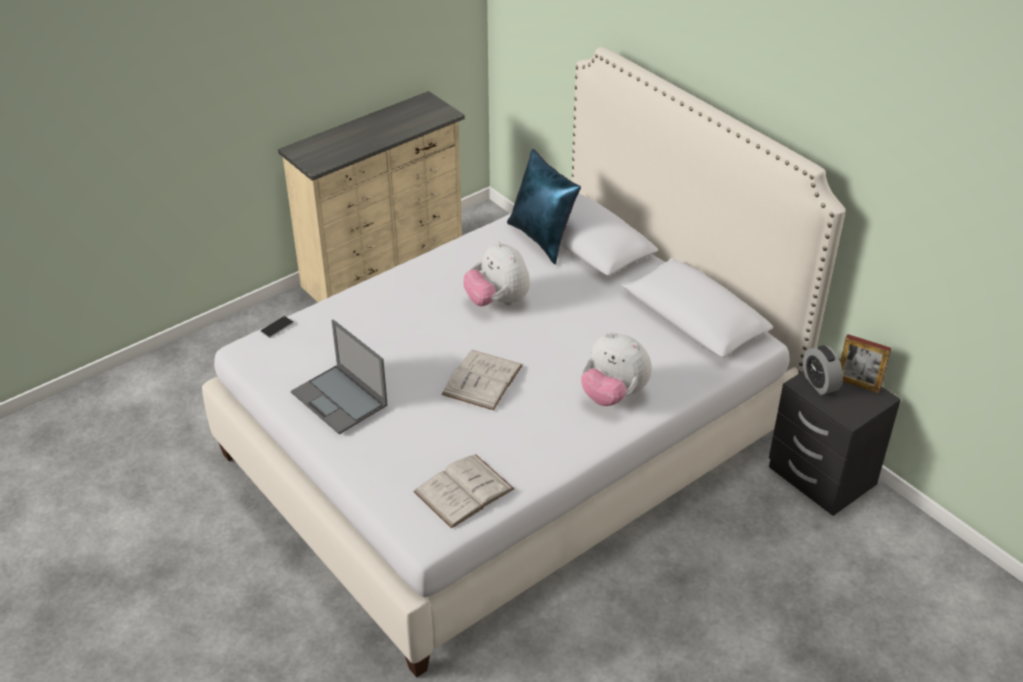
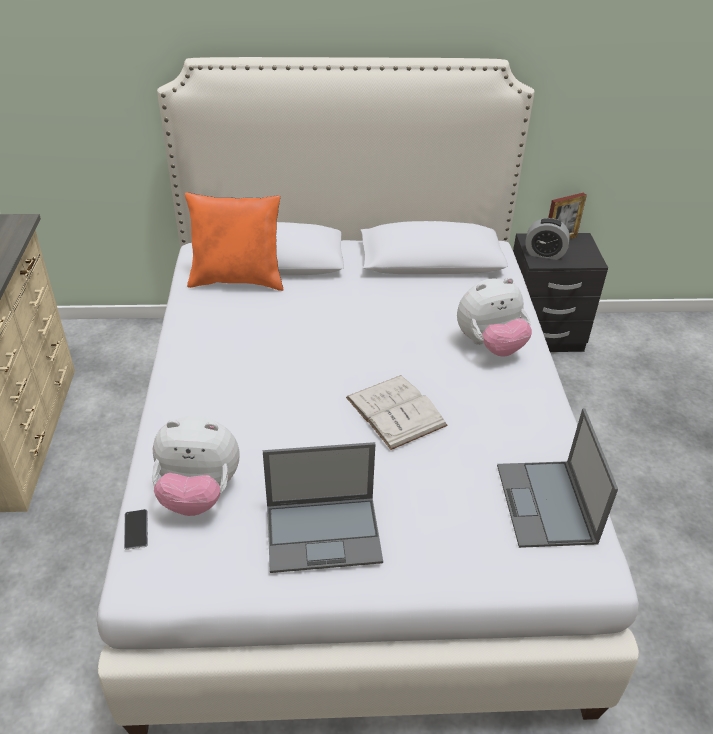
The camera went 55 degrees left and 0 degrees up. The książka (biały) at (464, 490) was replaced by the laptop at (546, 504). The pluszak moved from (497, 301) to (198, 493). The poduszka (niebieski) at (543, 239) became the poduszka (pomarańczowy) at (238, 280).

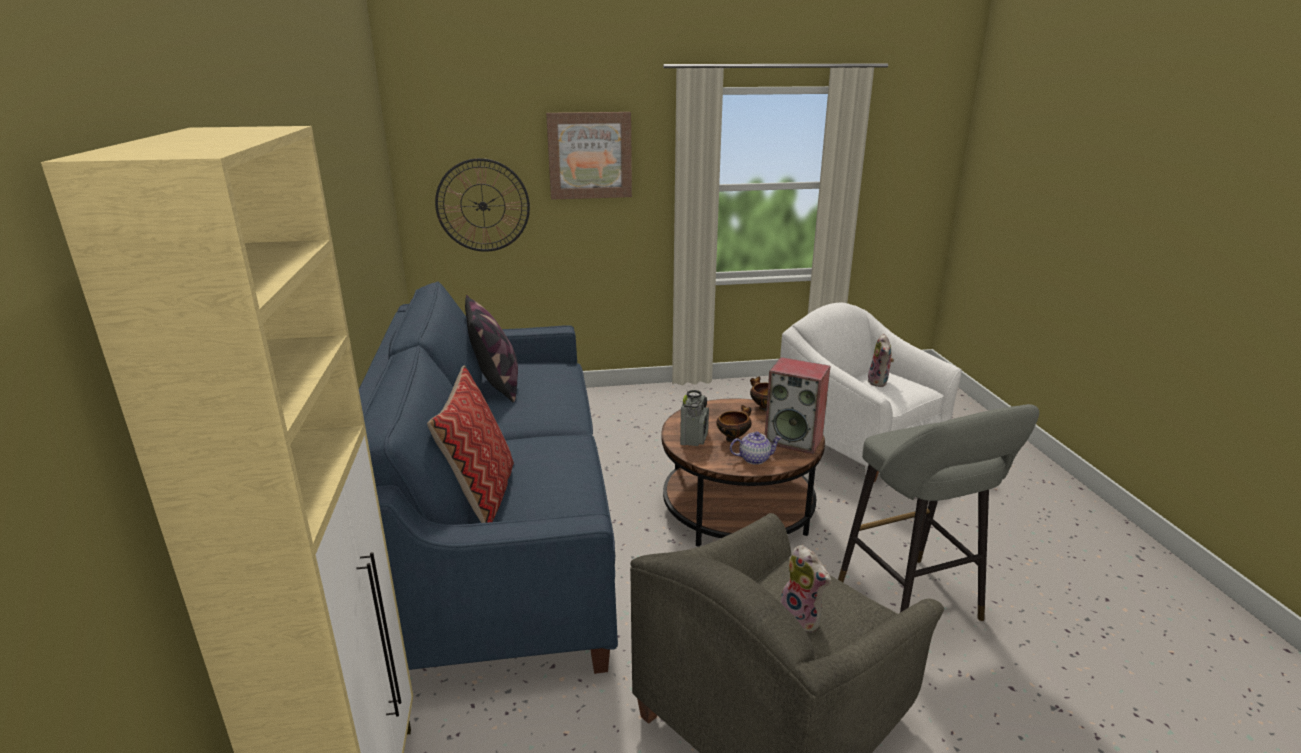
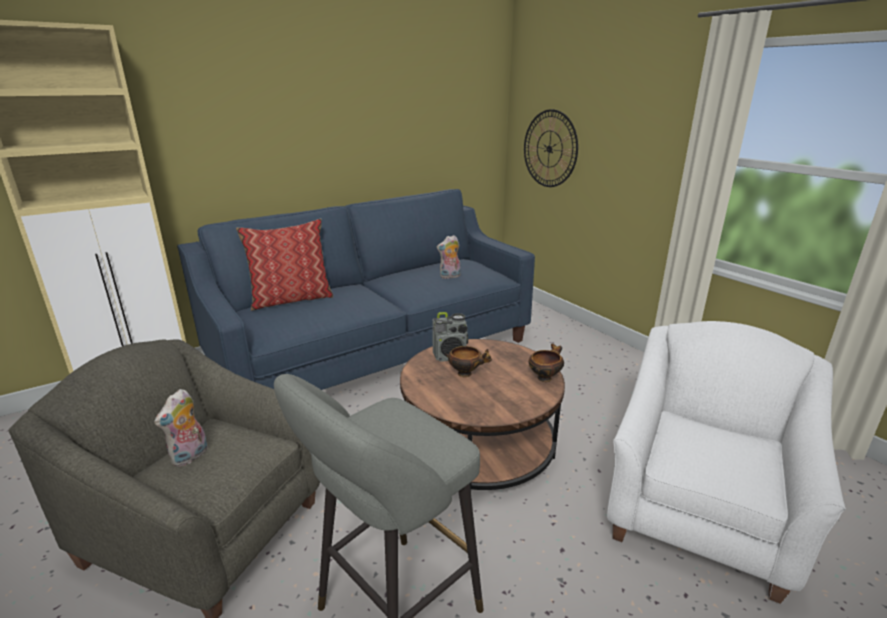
The camera went 65 degrees right and 0 degrees up. The poduszka at (496, 385) disappeared. The obraz at (589, 155) disappeared. The imbryk at (754, 458) disappeared. The głośnik at (794, 440) disappeared. The pluszak moved from (879, 382) to (450, 276).

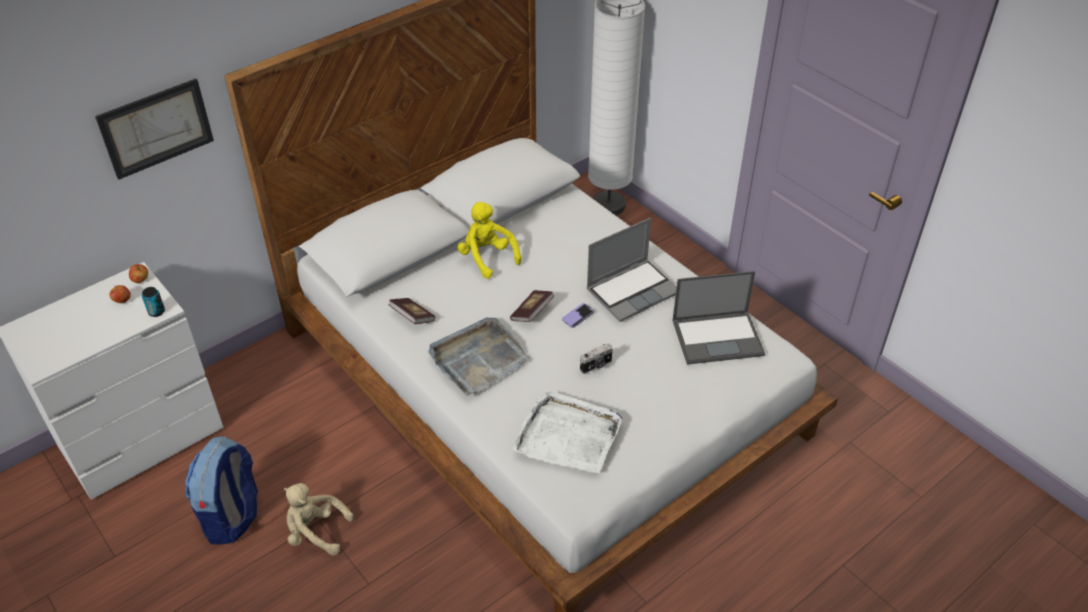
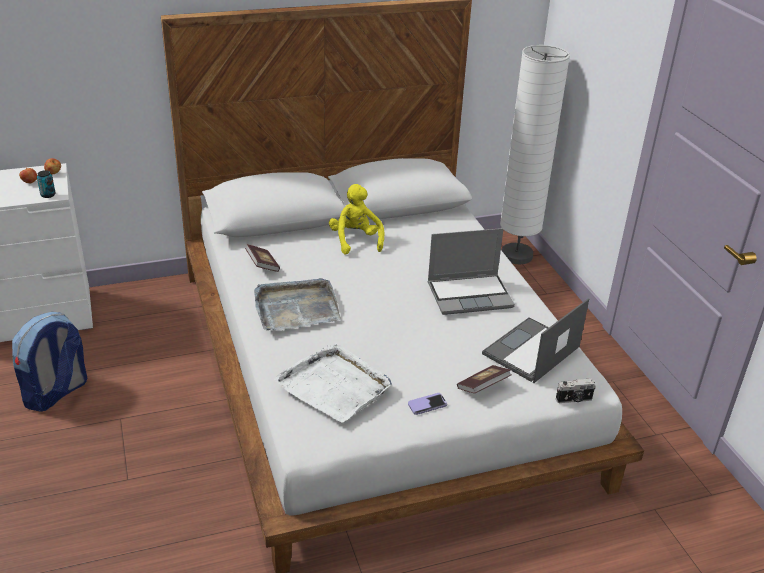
The camera went 20 degrees right and 10 degrees down. The obraz at (156, 128) disappeared. The pluszak (beżowy) at (316, 532) disappeared. The książka moved from (532, 313) to (482, 387). The telefon moved from (578, 316) to (427, 404). The aparat fotograficzny moved from (596, 366) to (574, 400). The laptop at (718, 337) turned 120 degrees clockwise.

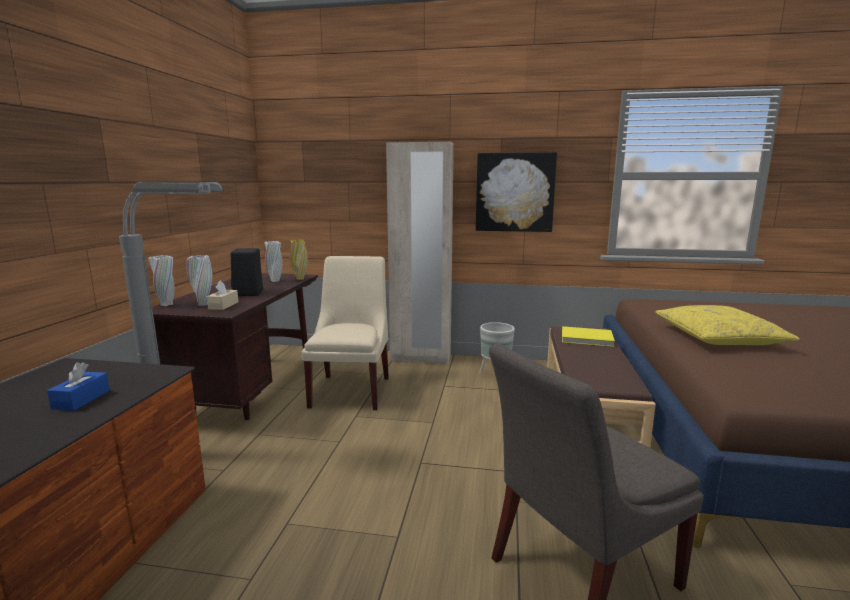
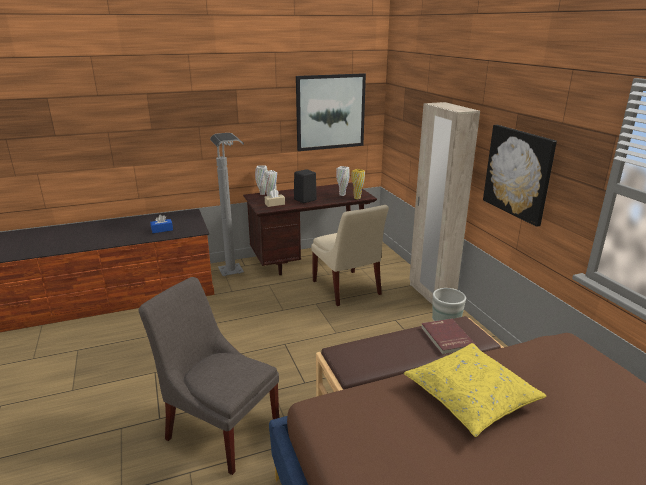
The camera went 60 degrees right and 10 degrees up. The krzesło (beżowy) at (352, 390) turned 90 degrees clockwise. The książka (żółty) at (586, 339) became the książka (czerwony) at (446, 338). The obraz at (330, 112) appeared.

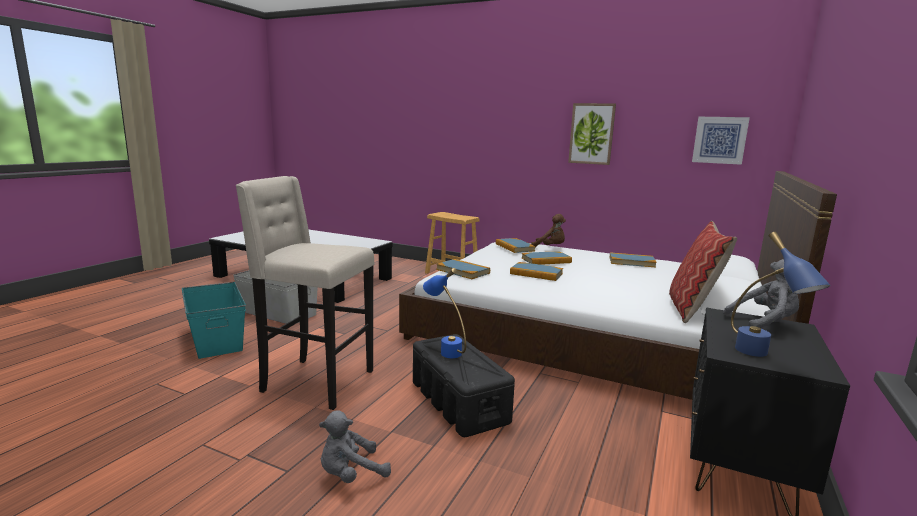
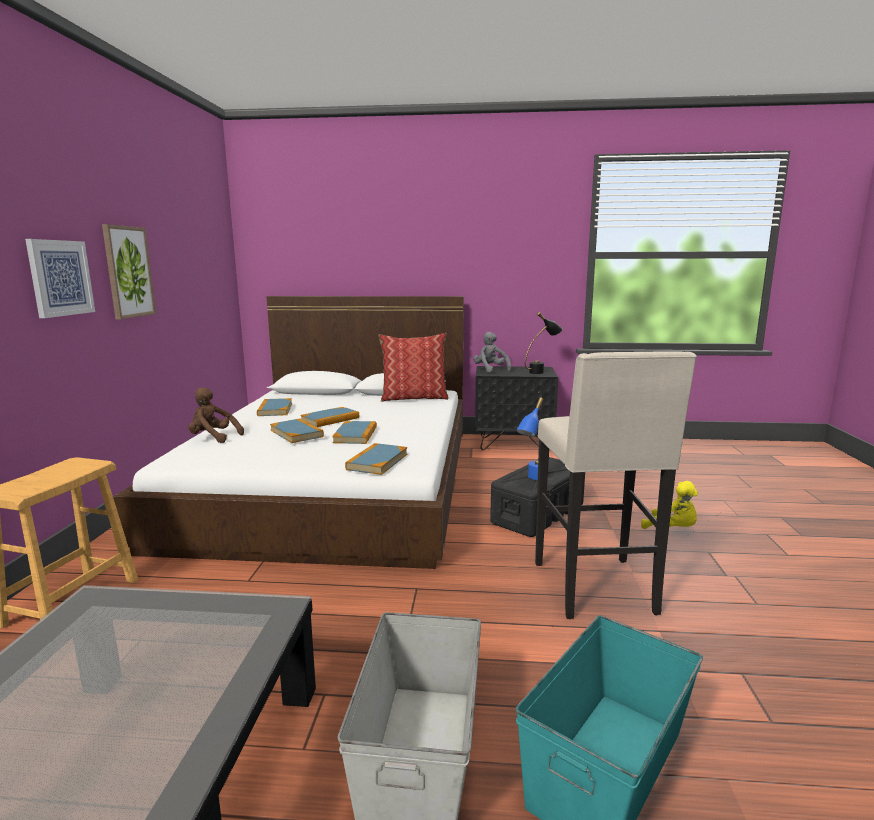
The camera went 110 degrees left and 0 degrees up. The pluszak (szary) at (351, 474) became the pluszak (żółty) at (672, 529). The książka moved from (514, 247) to (330, 419). The pluszak (brązowy) at (550, 248) turned 75 degrees counterclockwise. The obraz moved from (719, 140) to (60, 278). The lampa stołowa (niebieski) at (762, 356) became the lampa stołowa (czarny) at (541, 372).

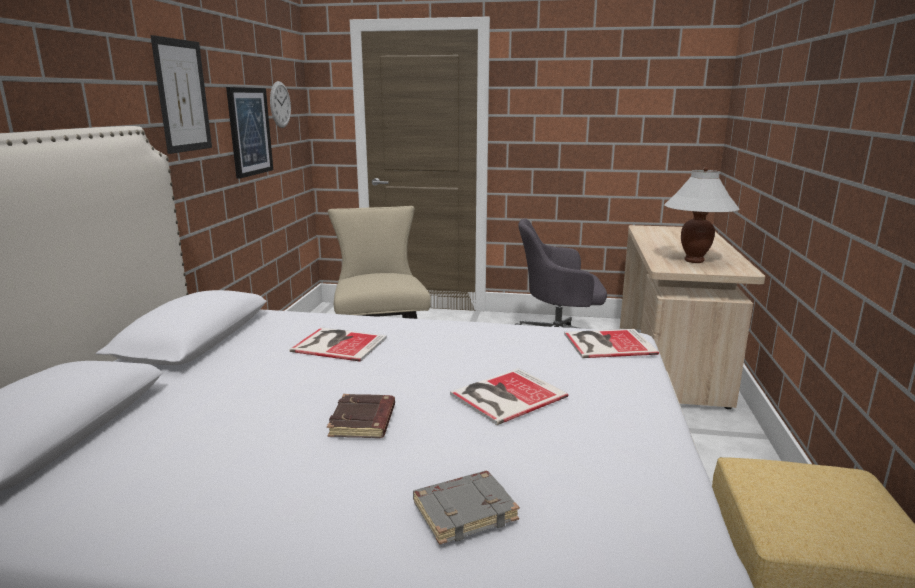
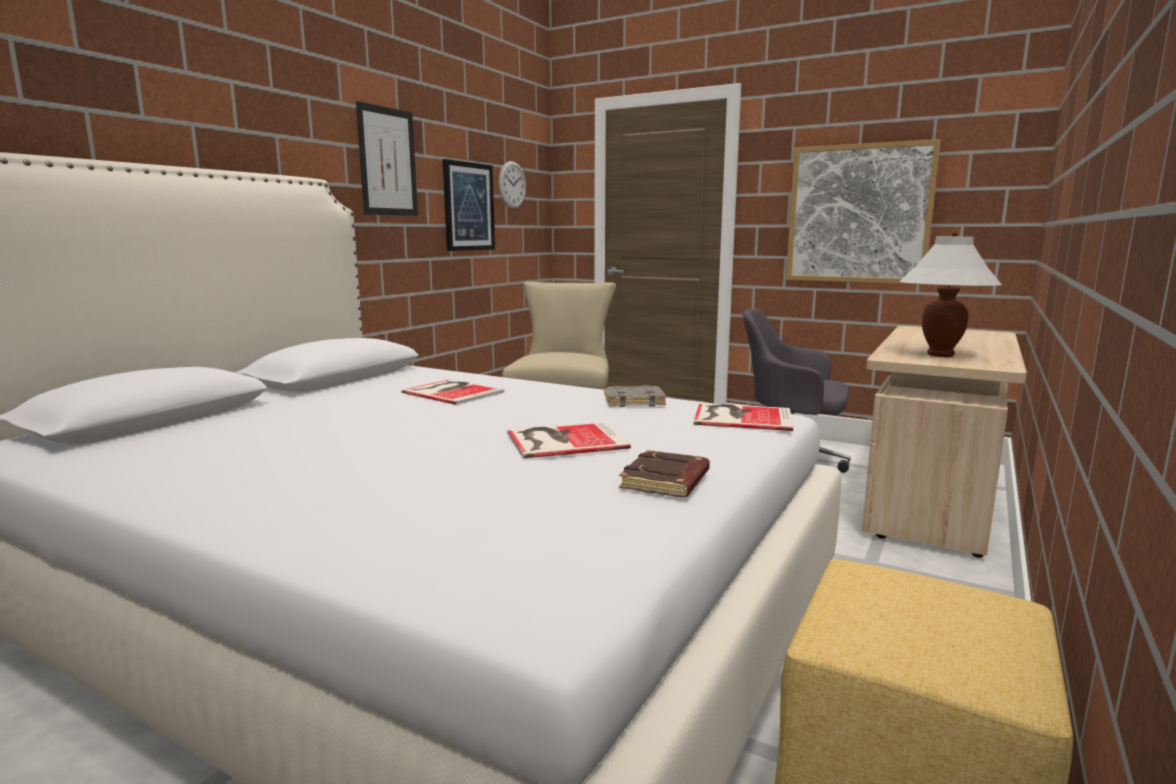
The camera went 20 degrees right and 5 degrees down. The książka (brązowy) moved from (364, 422) to (666, 481). The książka (szary) moved from (465, 511) to (634, 401). The obraz at (858, 214) appeared.

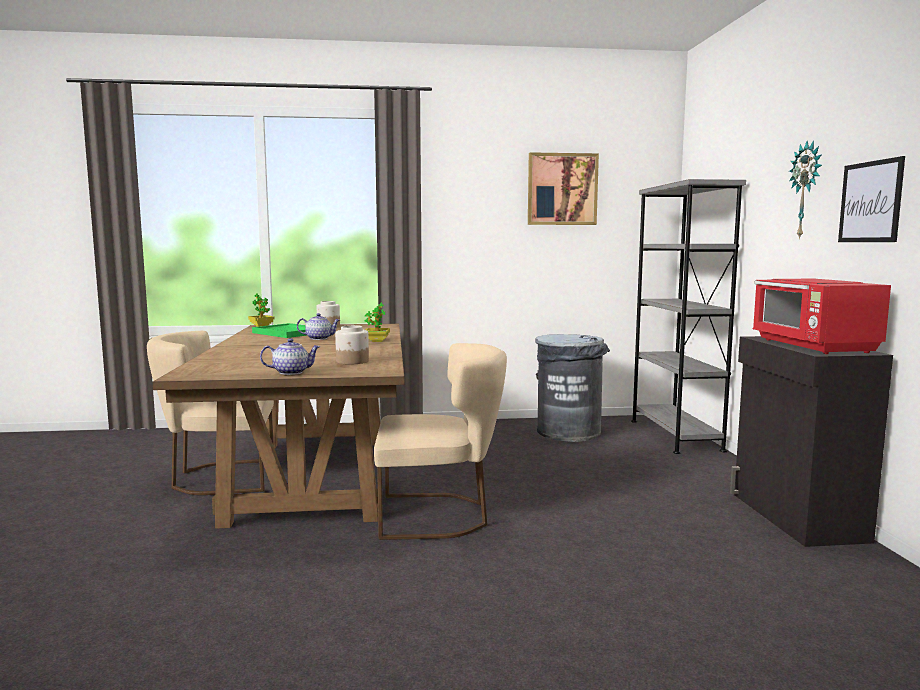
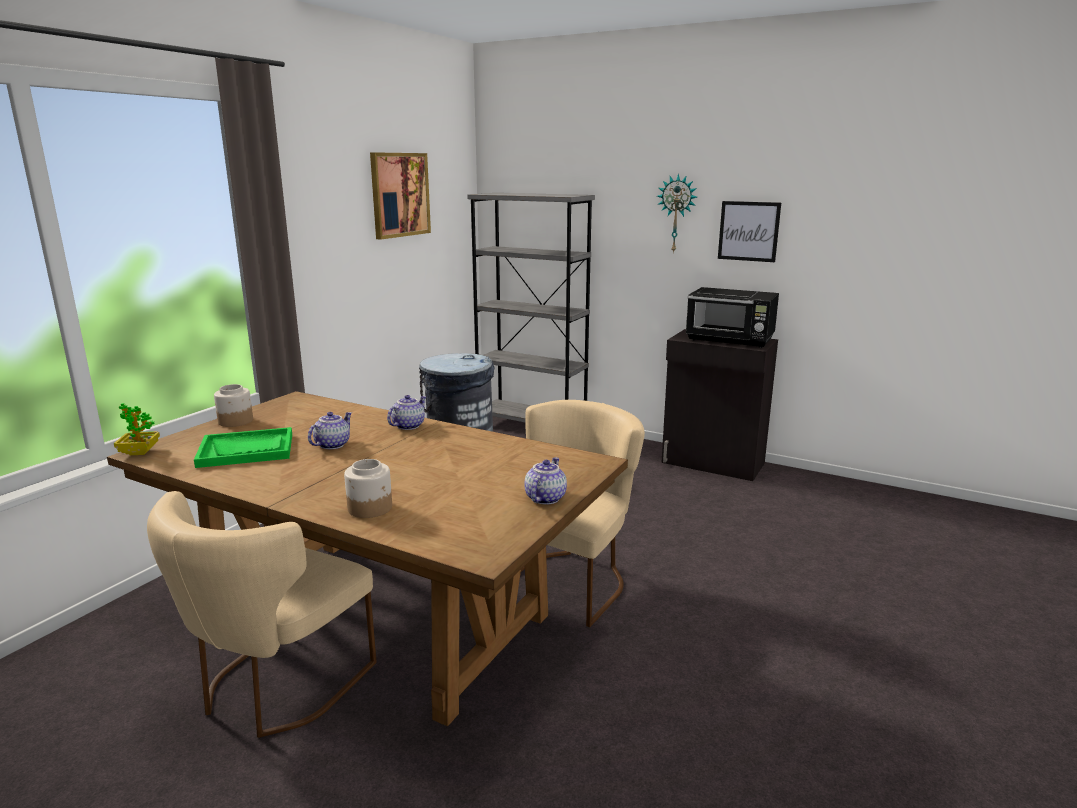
The camera went 55 degrees left and 10 degrees up. The słoik moved from (352, 361) to (370, 508). The roślina doniczkowa at (377, 341) was replaced by the imbryk at (408, 426). The mikrofalówka (czerwony) at (813, 346) became the mikrofalówka (czarny) at (730, 340).

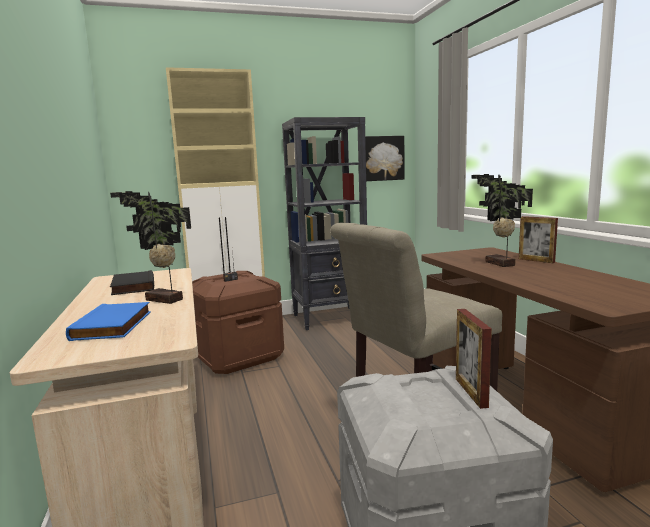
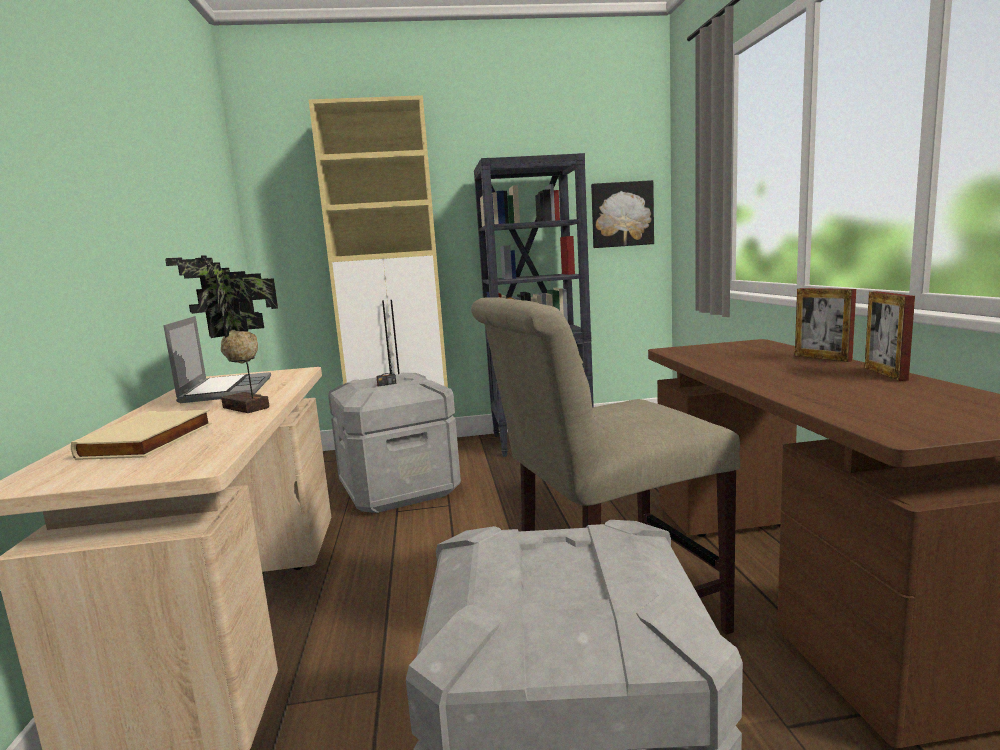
The camera went 10 degrees right and 0 degrees up. The książka (niebieski) at (114, 325) became the książka (beżowy) at (150, 441). The książka (czarny) at (132, 286) was replaced by the laptop at (226, 390). The pojemnik do przechowywania (brązowy) at (237, 356) became the pojemnik do przechowywania (szary) at (399, 489). The ramka na zdjęcie moved from (471, 392) to (885, 374). The roślina doniczkowa at (498, 264) disappeared.

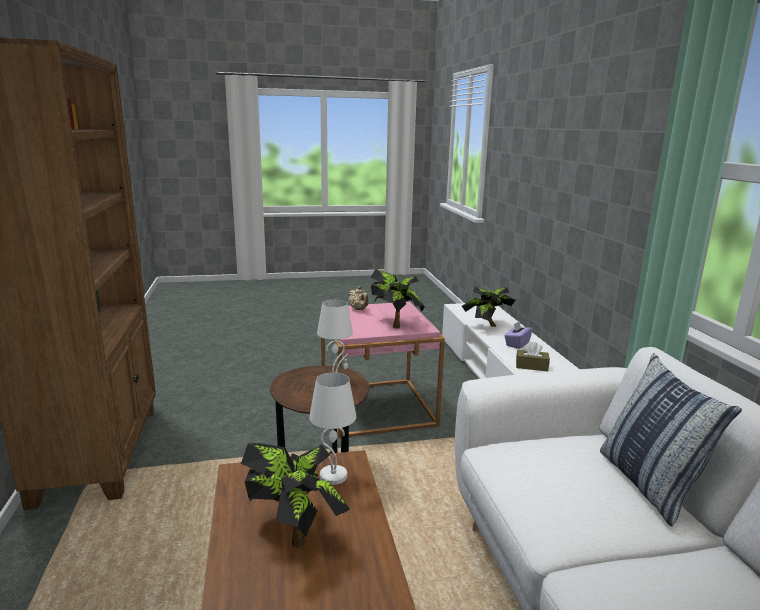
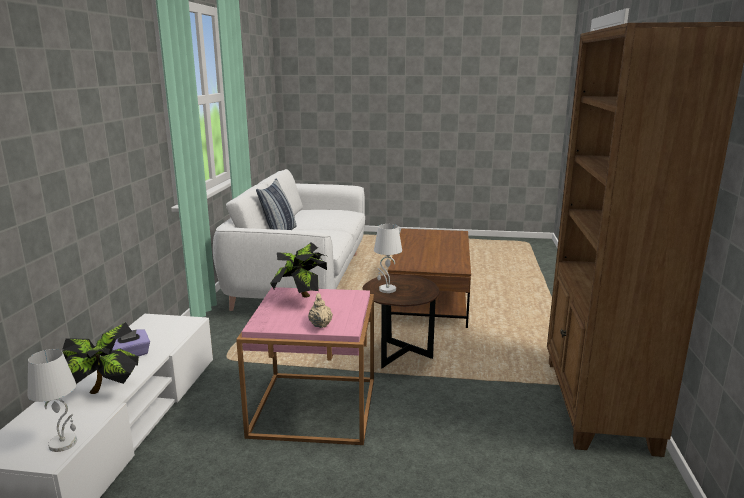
The camera went 160 degrees left and 0 degrees up. The roślina doniczkowa at (296, 533) disappeared. The lampa stołowa (biały) moved from (332, 476) to (64, 443). The pudełko chusteczek (brązowy) at (531, 366) disappeared.

